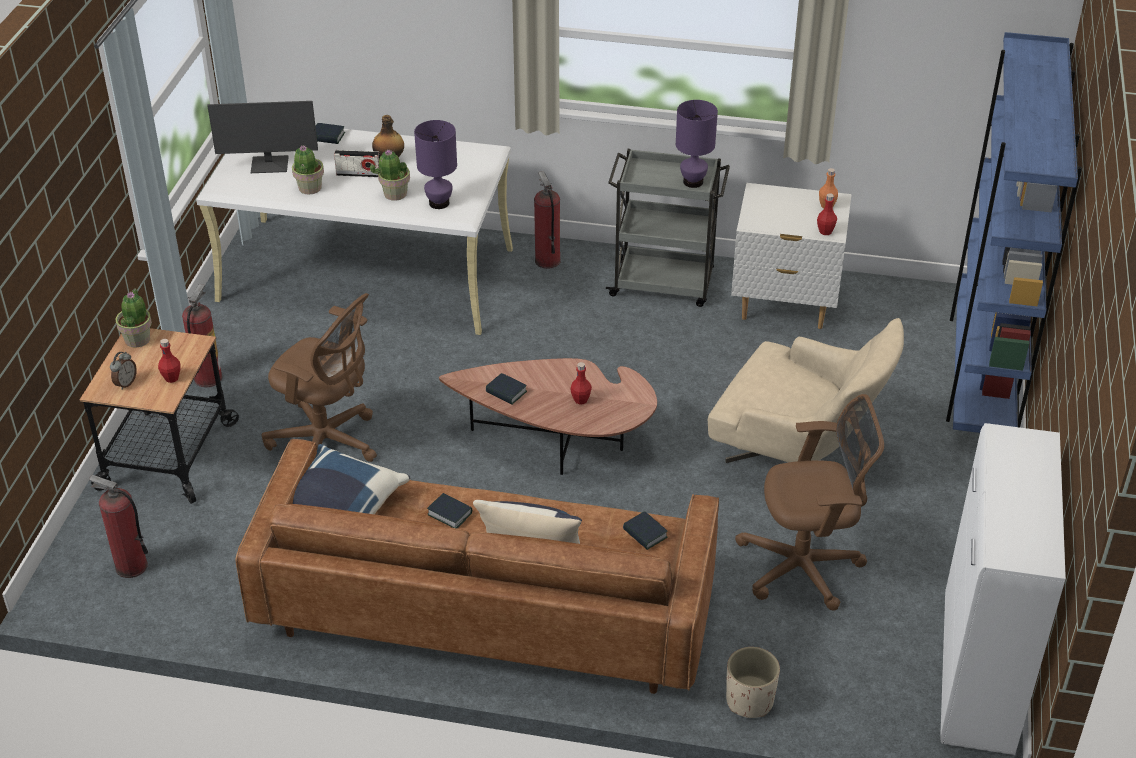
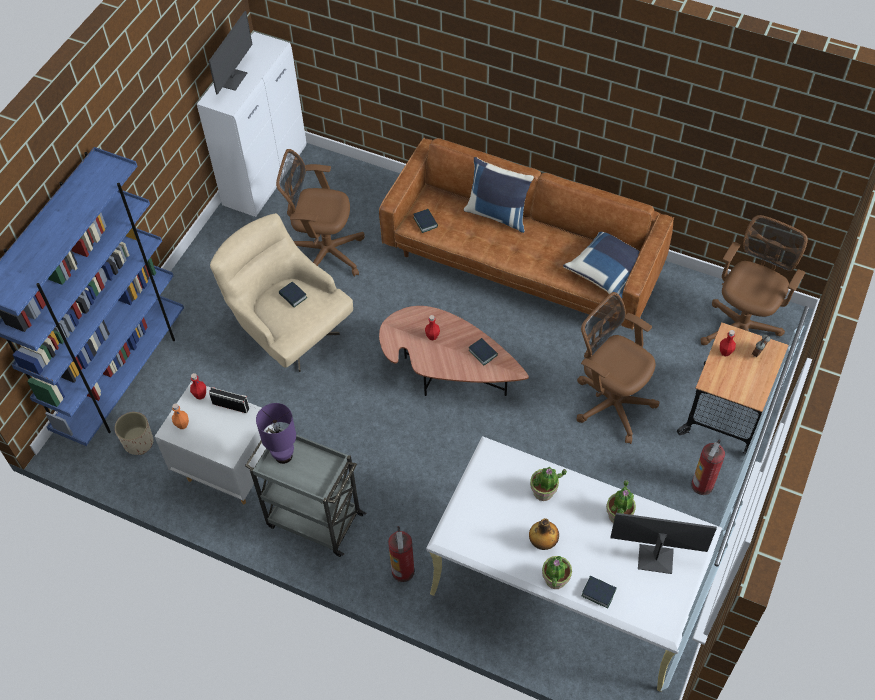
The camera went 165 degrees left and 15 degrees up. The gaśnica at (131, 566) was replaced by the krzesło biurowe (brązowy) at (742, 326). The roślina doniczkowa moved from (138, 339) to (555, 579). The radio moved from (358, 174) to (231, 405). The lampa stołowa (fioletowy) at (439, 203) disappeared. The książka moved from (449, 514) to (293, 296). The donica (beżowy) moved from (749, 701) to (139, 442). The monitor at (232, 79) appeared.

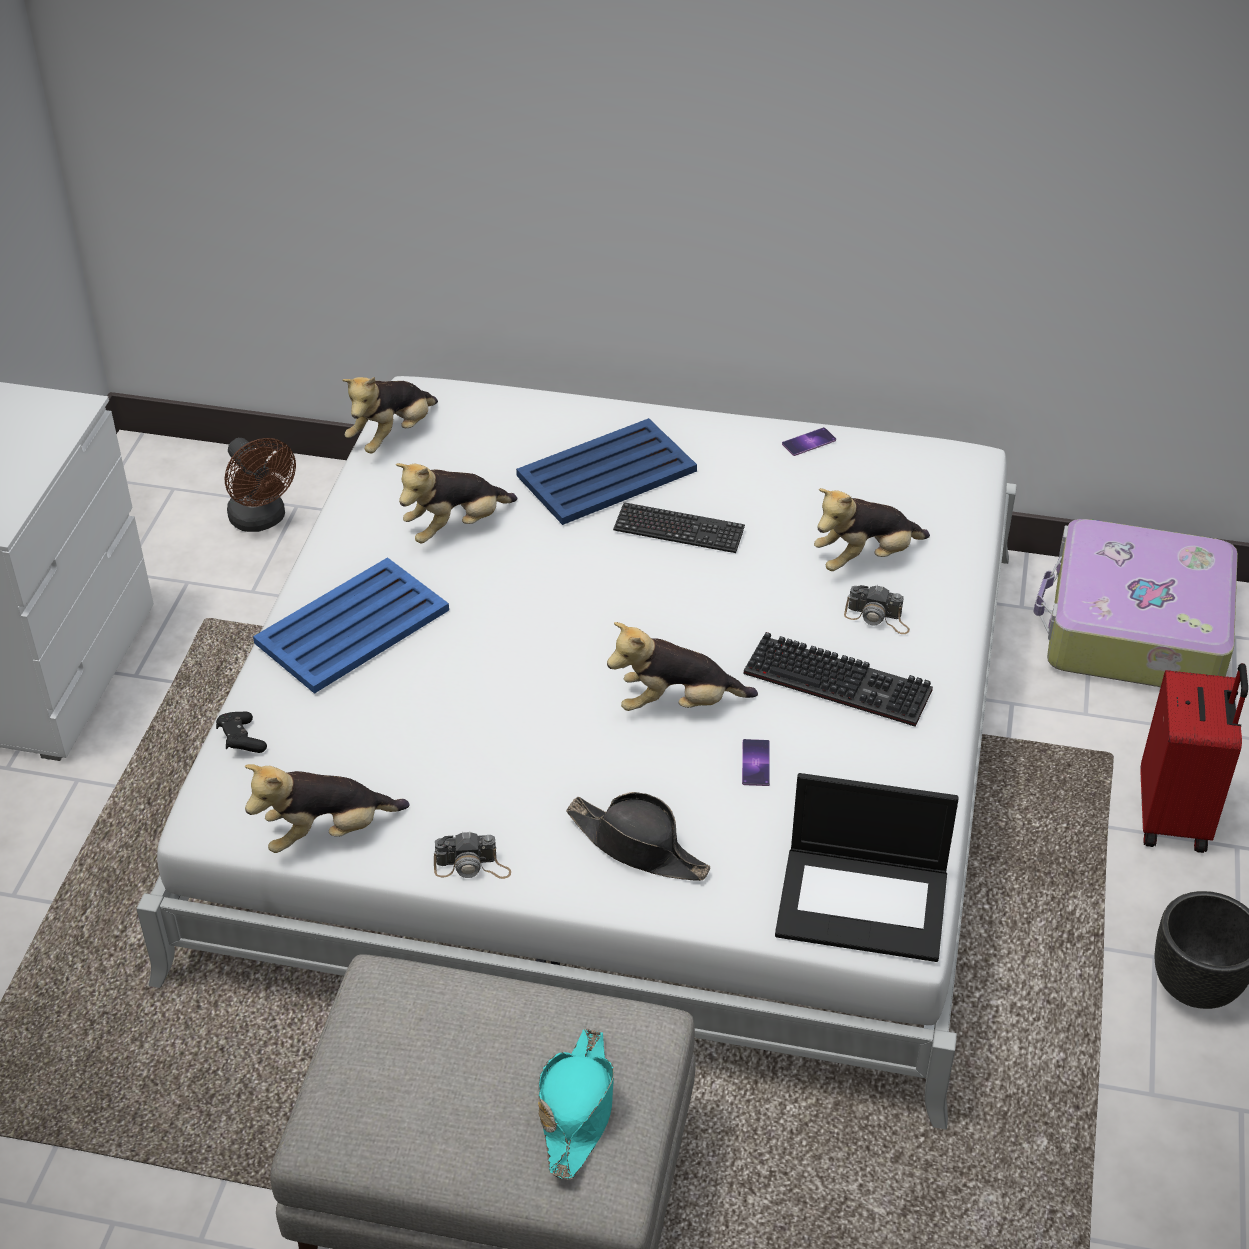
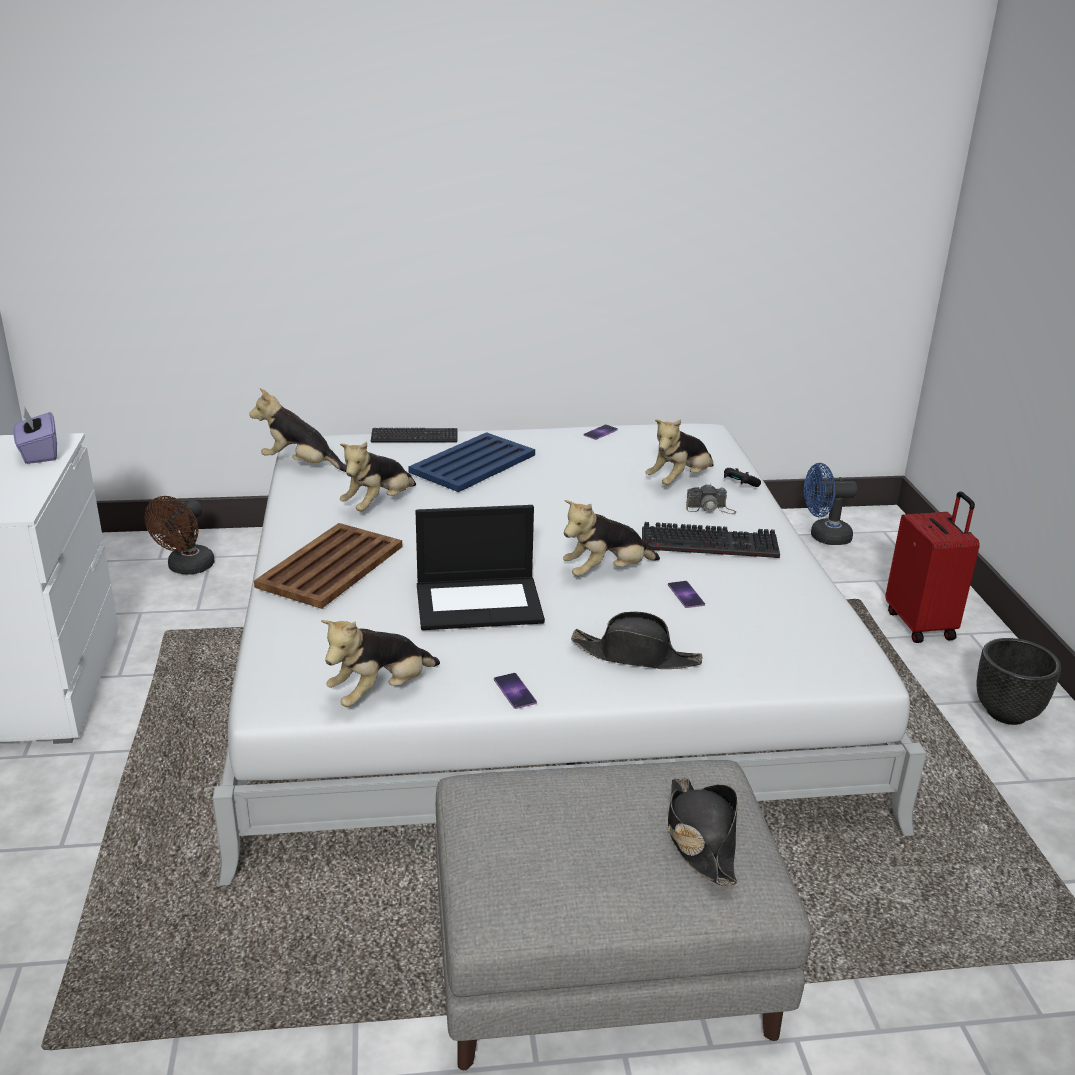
The camera went 20 degrees left and 15 degrees down. The pad do gier (czarny) moved from (241, 740) to (739, 484). The wentylator (brązowy) at (262, 520) turned 75 degrees clockwise. The taca (niebieski) at (350, 627) became the taca (brązowy) at (329, 567). The pluszak at (392, 435) turned 90 degrees clockwise. The aparat fotograficzny at (472, 866) was replaced by the telefon at (515, 691). The kapelusz (turkusowy) at (577, 1109) became the kapelusz (czarny) at (700, 838). The klawiatura moved from (679, 530) to (414, 437). The laptop moved from (864, 902) to (480, 602). The walizka at (1134, 629) was replaced by the wentylator (niebieski) at (823, 537). The pudełko chusteczek (fioletowy) at (39, 454) appeared.

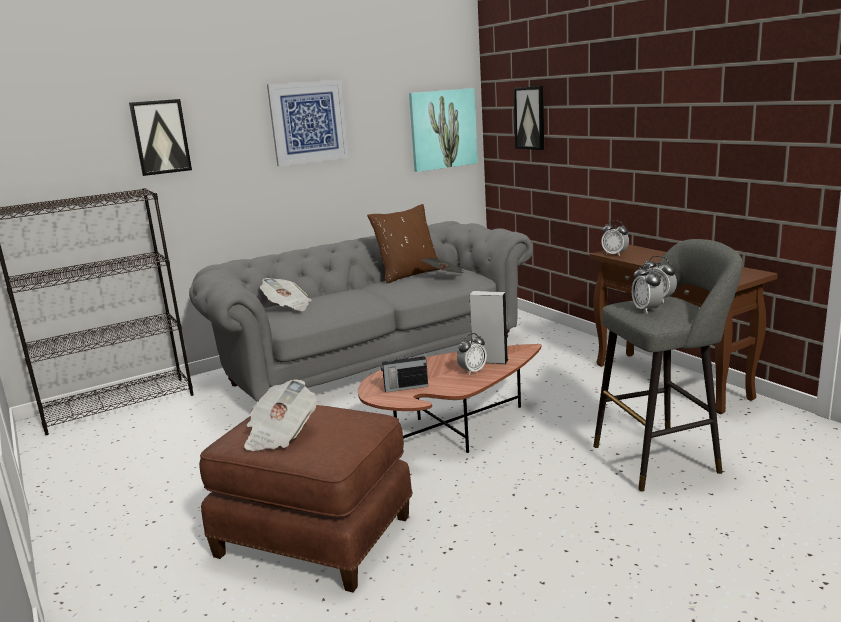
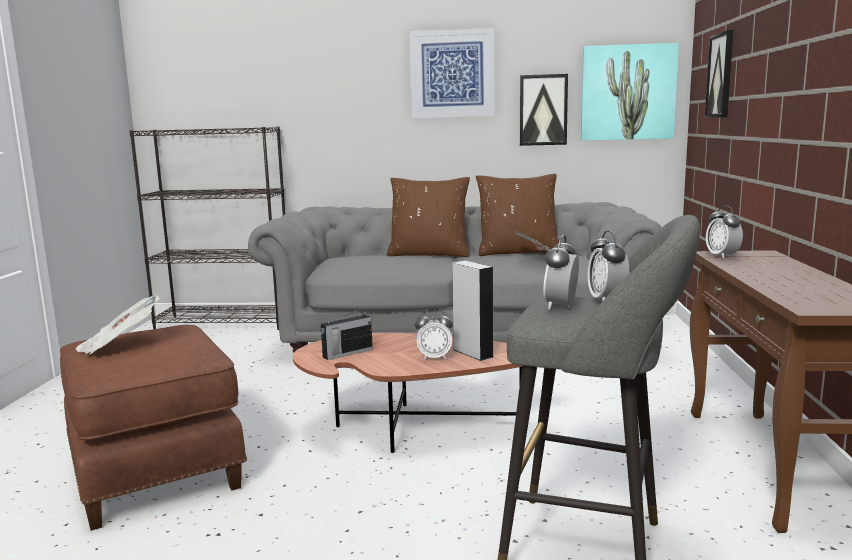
The camera went 35 degrees right and 5 degrees down. The obraz moved from (160, 137) to (543, 110). The gazeta at (288, 307) disappeared. The radio at (405, 387) turned 60 degrees counterclockwise. The poduszka (brązowy) at (429, 254) appeared.

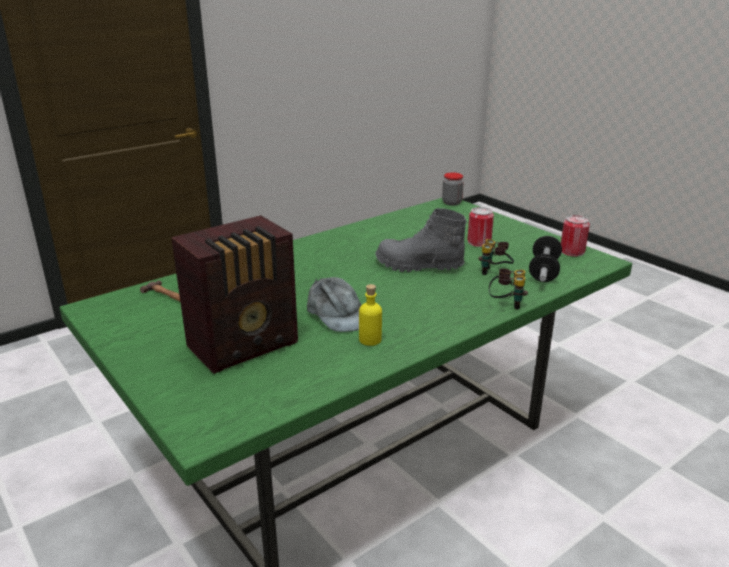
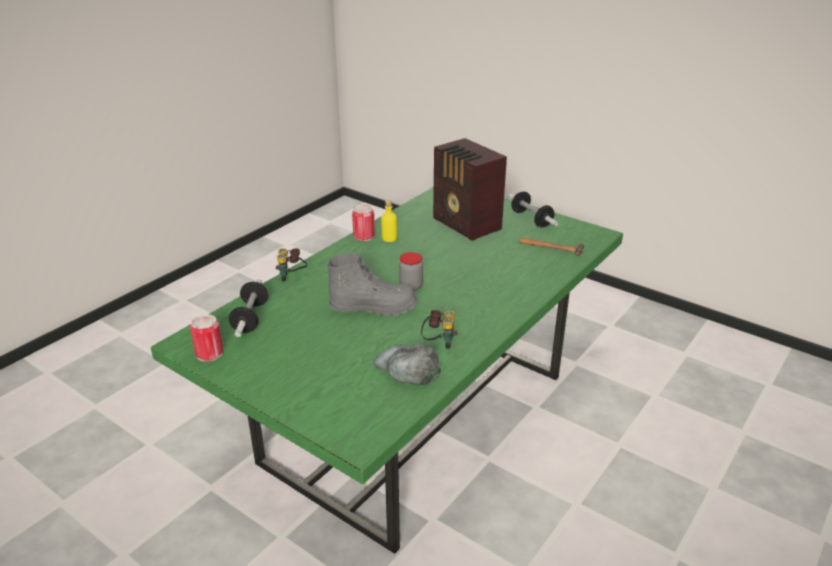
The camera went 165 degrees right and 5 degrees up. The radio at (246, 345) turned 75 degrees counterclockwise. The czapka z daszkiem (szary) moved from (337, 314) to (407, 367). The słoik moved from (451, 203) to (411, 286). The puszka moved from (479, 242) to (364, 236). The lornetka moved from (494, 273) to (439, 343). The hantel at (531, 219) appeared.

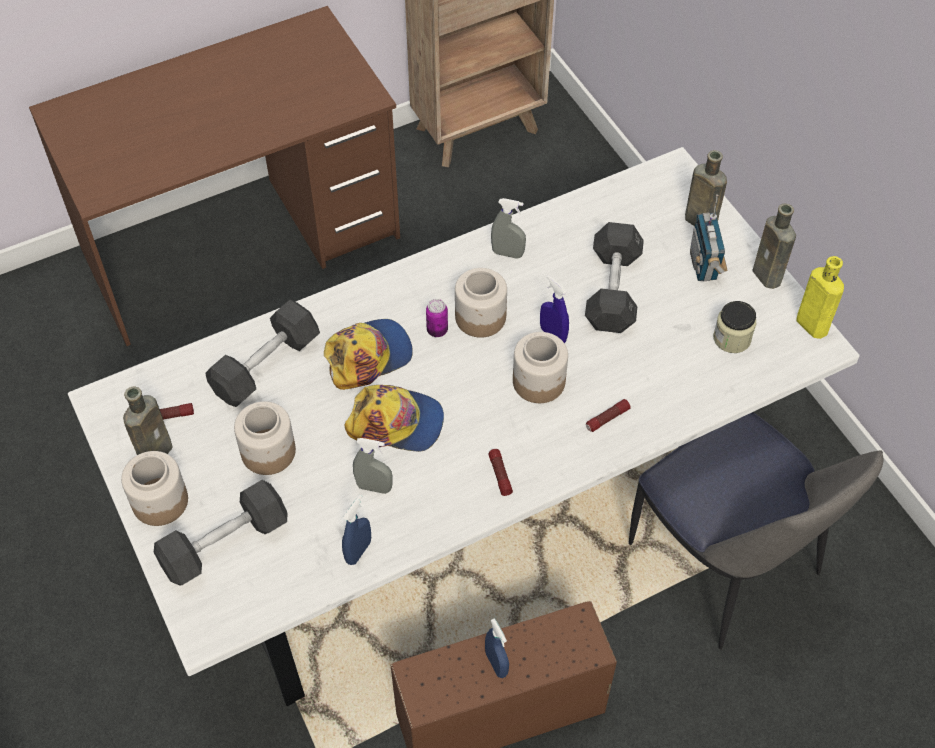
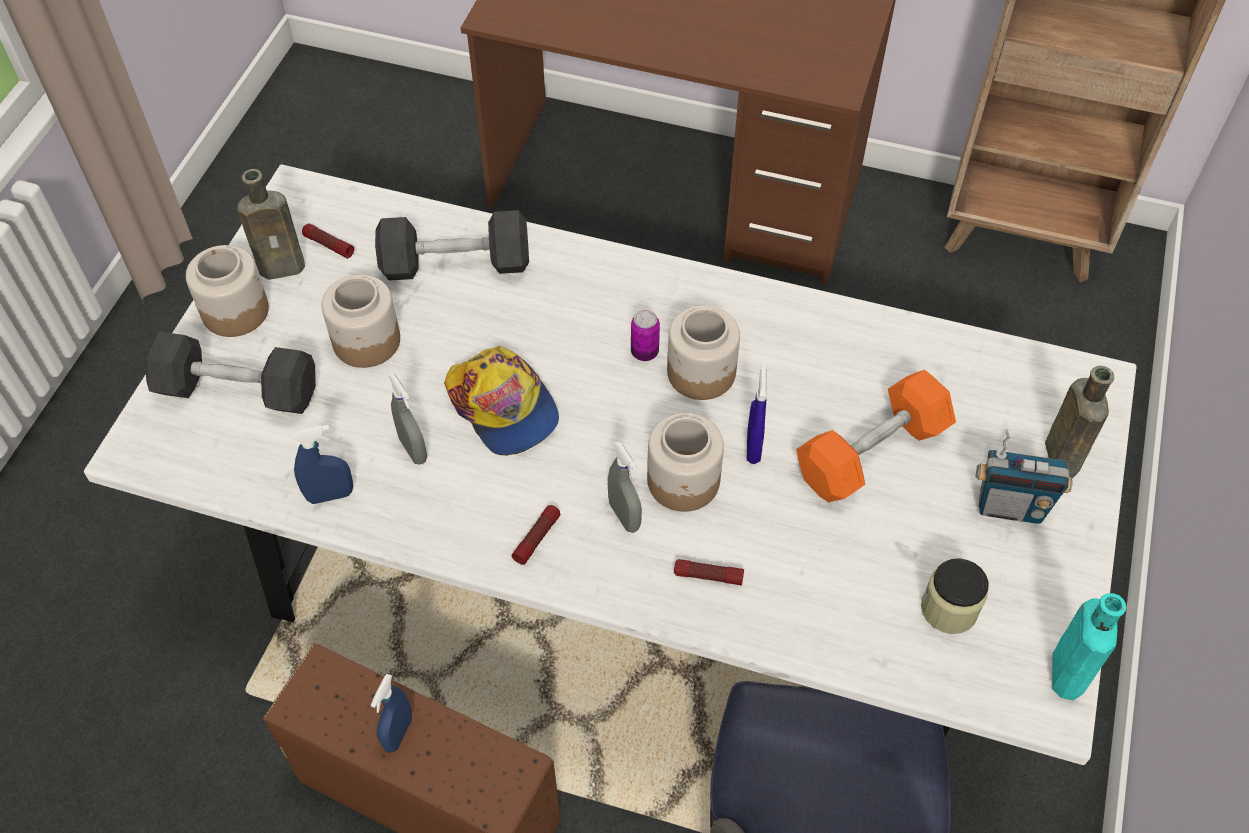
The camera went 45 degrees right and 0 degrees up. The czapka z daszkiem at (368, 356) disappeared. The spryskiwacz (szary) moved from (507, 253) to (624, 516). The hantel (szary) at (612, 290) became the hantel (pomarańczowy) at (872, 452). The radio at (704, 265) turned 120 degrees counterclockwise. The butelka (brązowy) at (768, 277) disappeared. The butelka (żółty) at (810, 323) became the butelka (turkusowy) at (1067, 670).

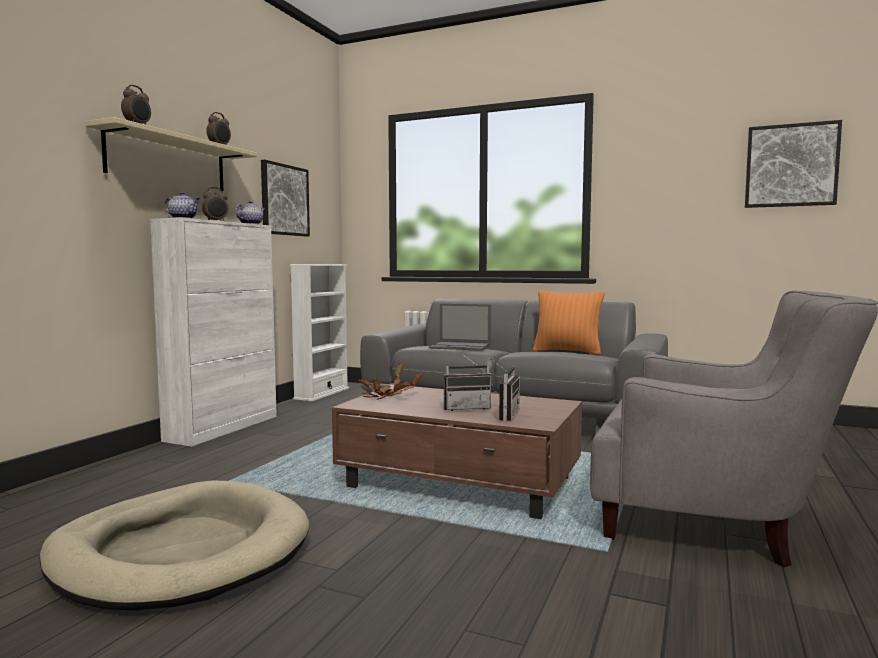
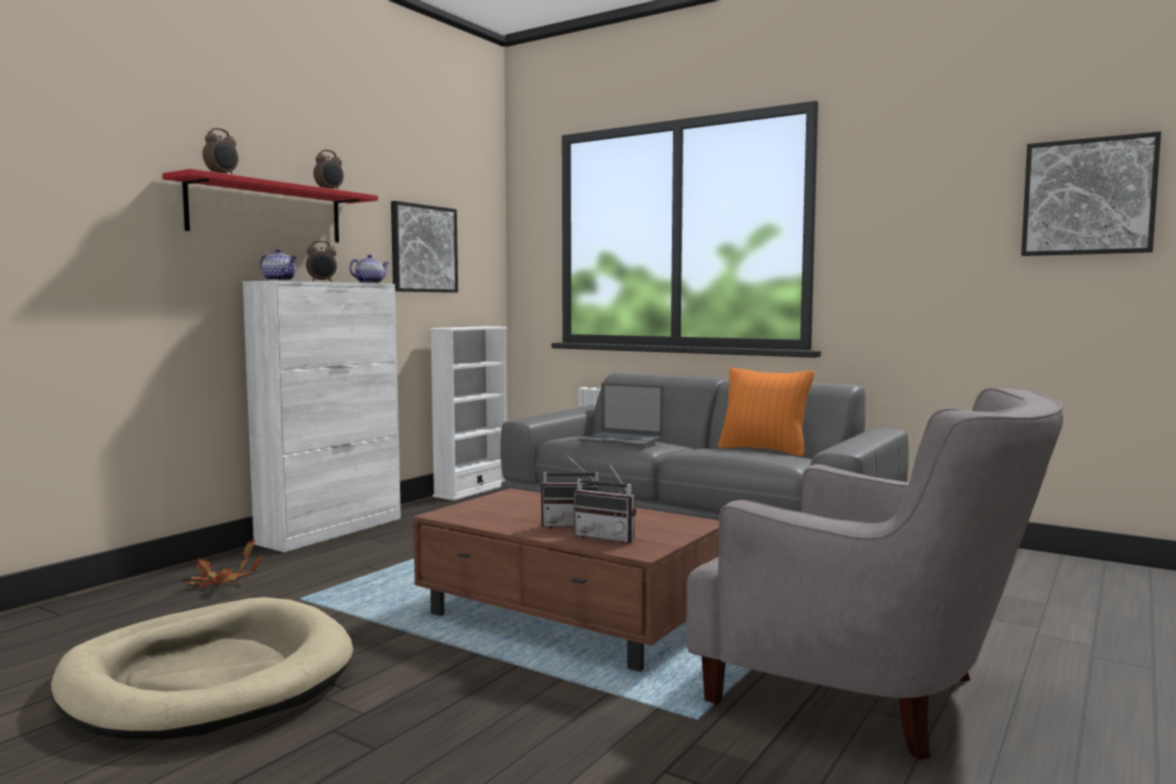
The camera went 10 degrees right and 0 degrees up. The półka (beżowy) at (168, 161) became the półka (czerwony) at (267, 212). The roślina doniczkowa moved from (386, 396) to (221, 583). The radio at (503, 415) turned 90 degrees clockwise.

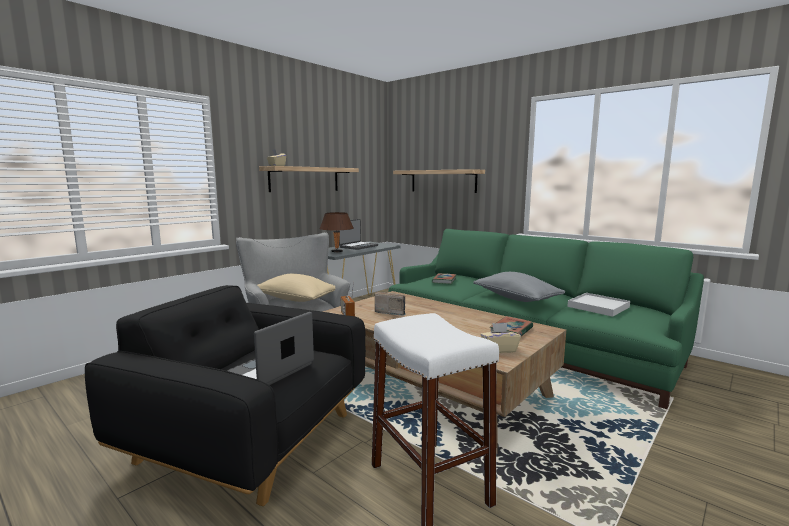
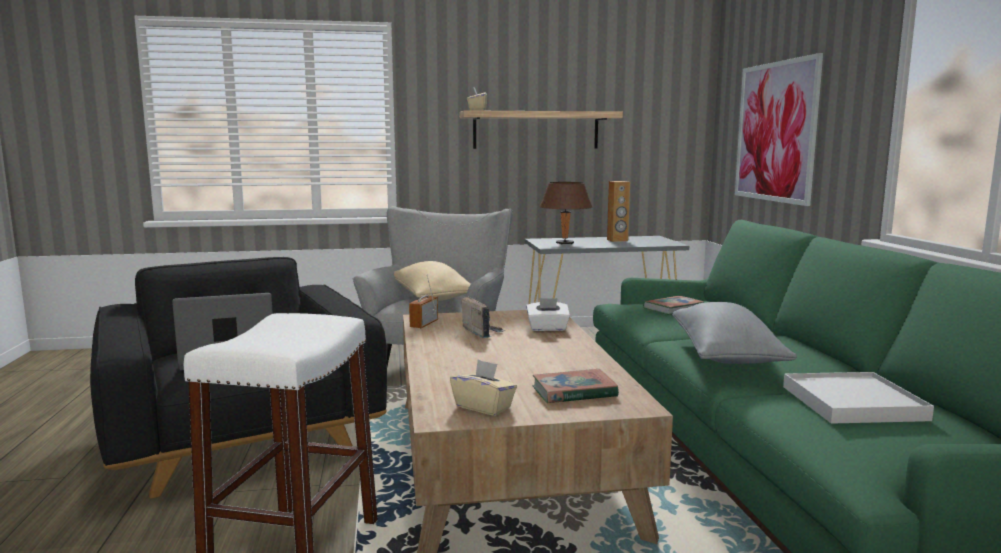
The camera went 40 degrees right and 0 degrees up. The laptop at (358, 246) was replaced by the głośnik (brązowy) at (617, 240). The półka at (443, 181) was replaced by the obraz at (775, 132). The pudełko chusteczek (biały) at (547, 328) appeared.

